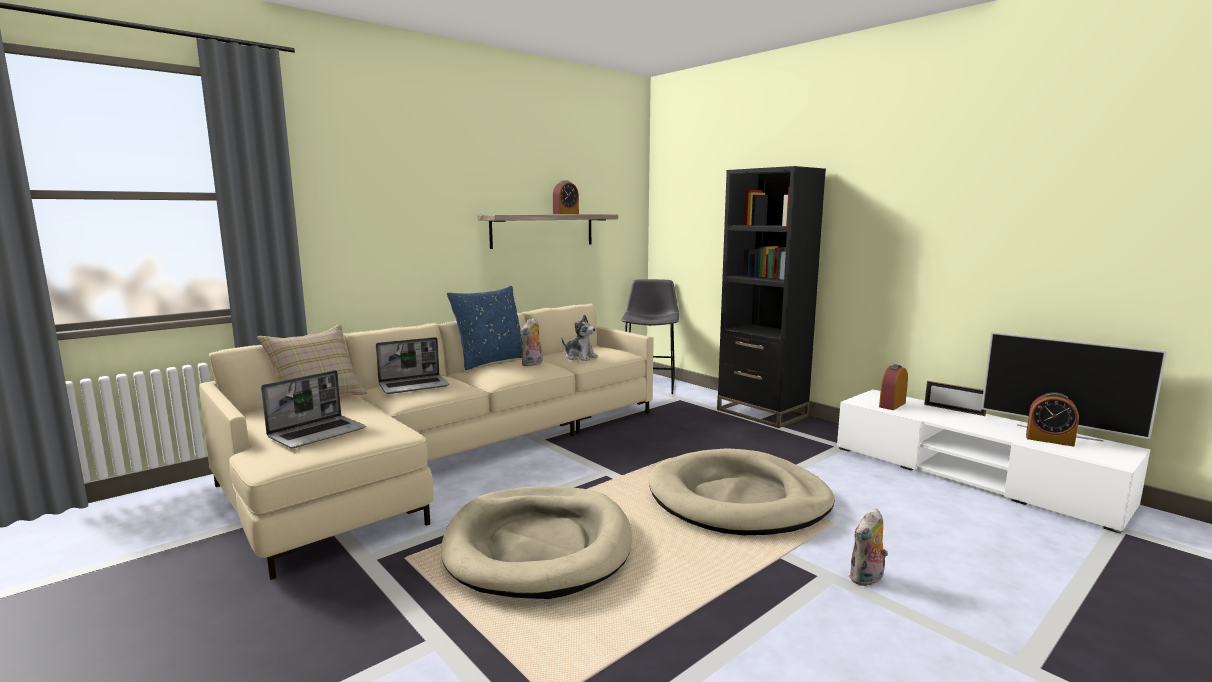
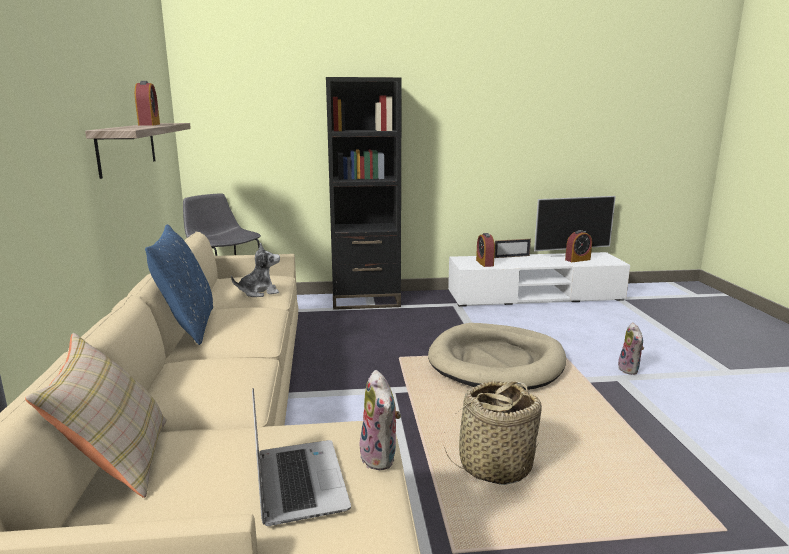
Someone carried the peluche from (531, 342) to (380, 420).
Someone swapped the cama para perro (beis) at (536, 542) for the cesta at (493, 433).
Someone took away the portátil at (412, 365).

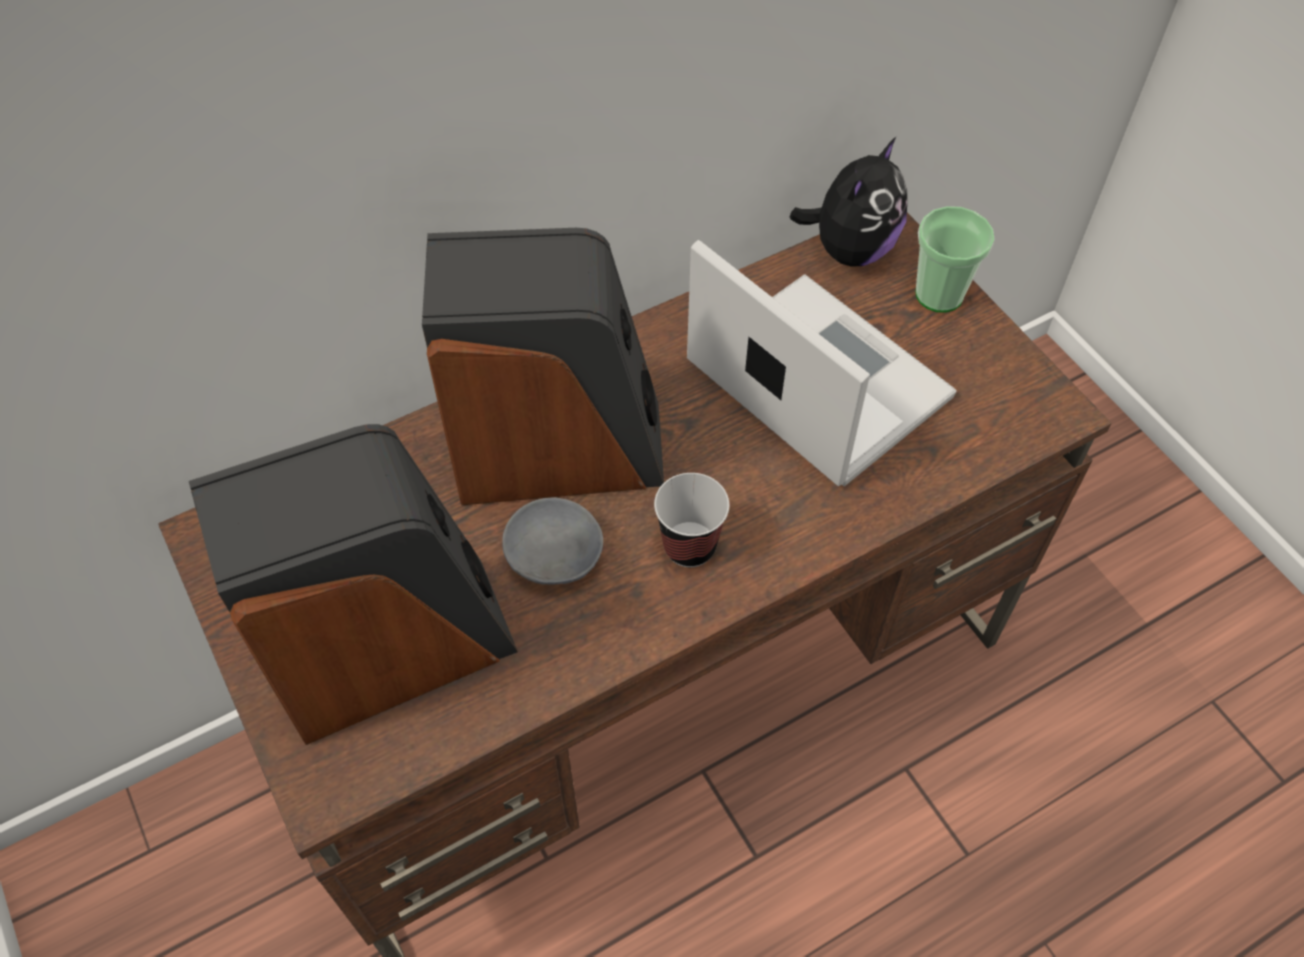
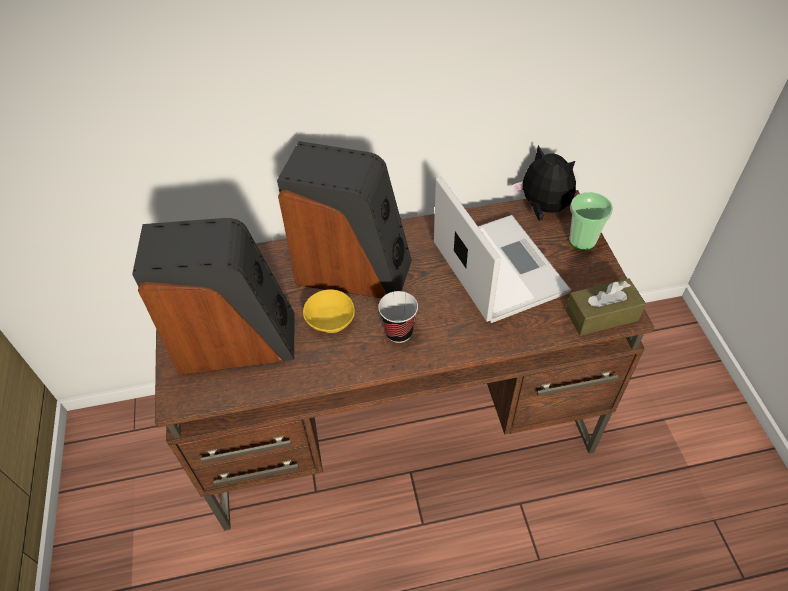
Someone repainted the cuenco (gris) at (552, 541), which became the cuenco (amarillo) at (329, 311).
Someone rotated the peluche at (848, 201) by 105 degrees counterclockwise.
Someone put down the caja de pañuelos (marrón) at (605, 307).

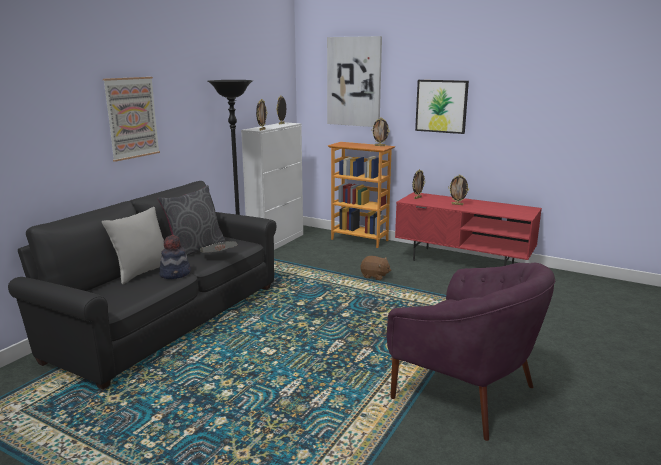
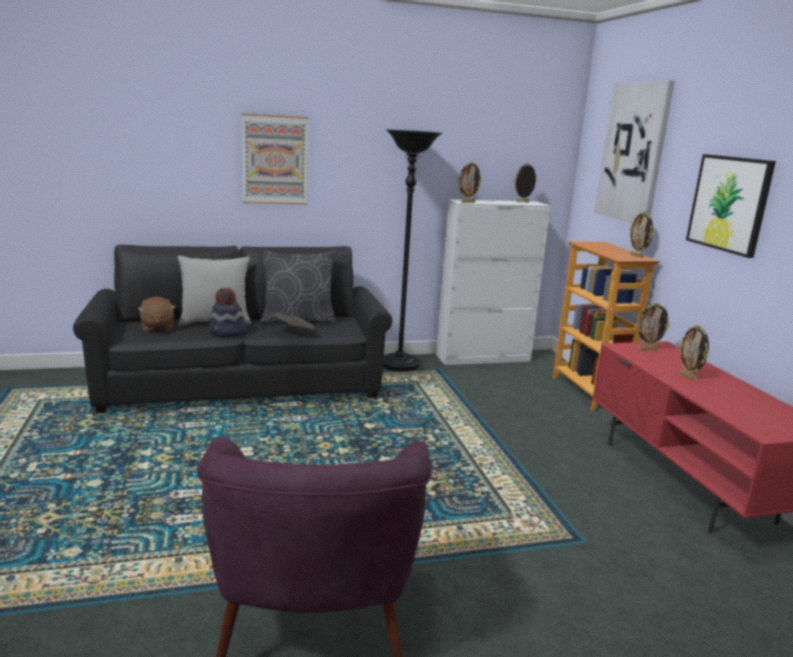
Someone carried the peluche (marrón) from (375, 268) to (156, 315).

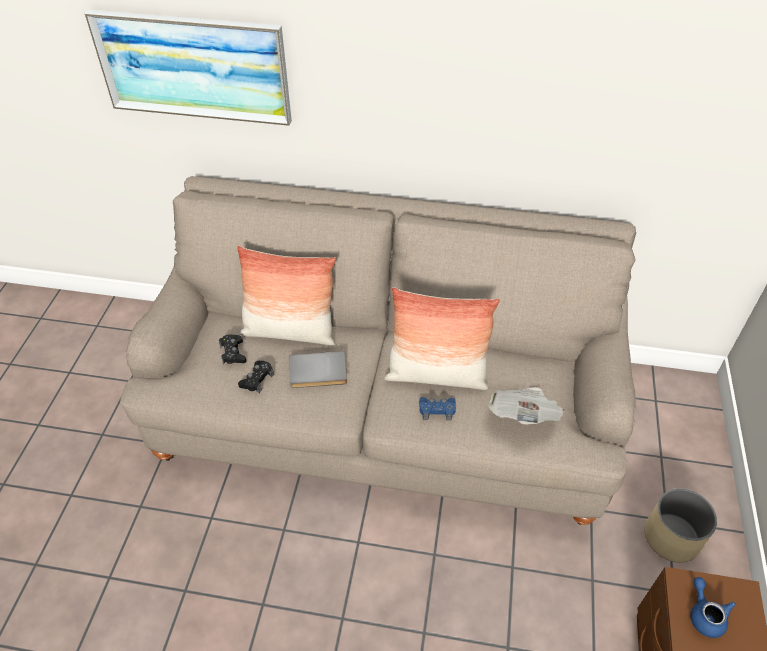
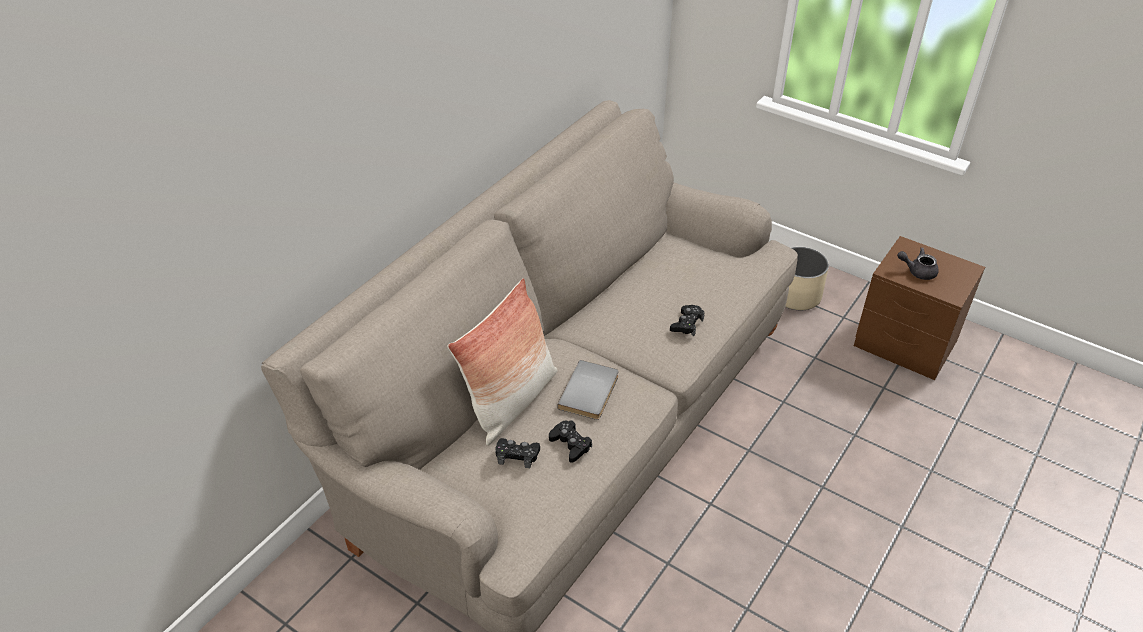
Someone repainted the mando de consola (azul) at (437, 409), which became the mando de consola (negro) at (687, 321).
Someone repainted the tetera (azul) at (712, 607), which became the tetera (gris) at (918, 264).
Someone took away the cuadro at (188, 68).
Someone took away the cojín at (442, 338).
Someone took away the periódico at (526, 406).

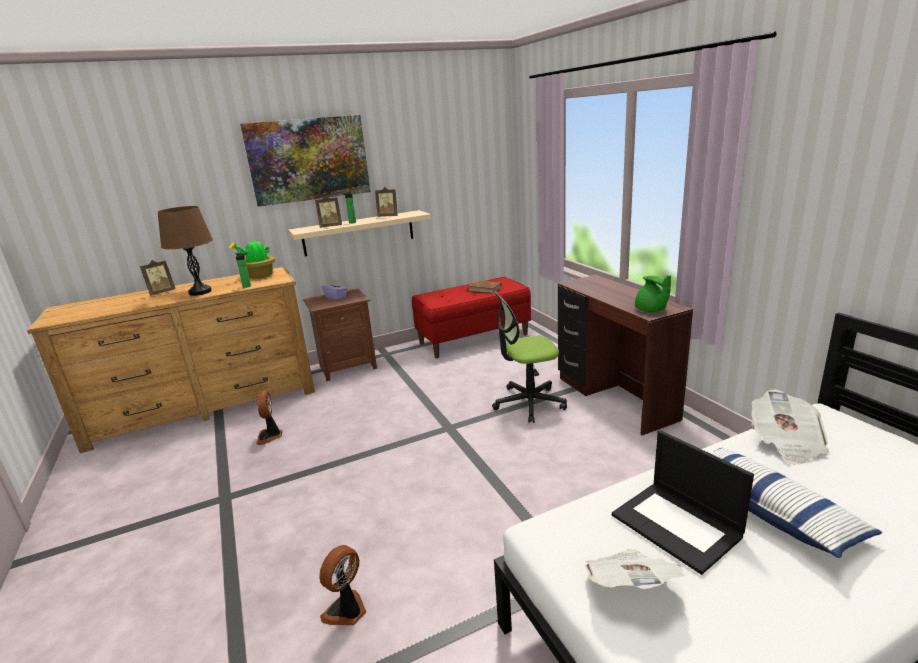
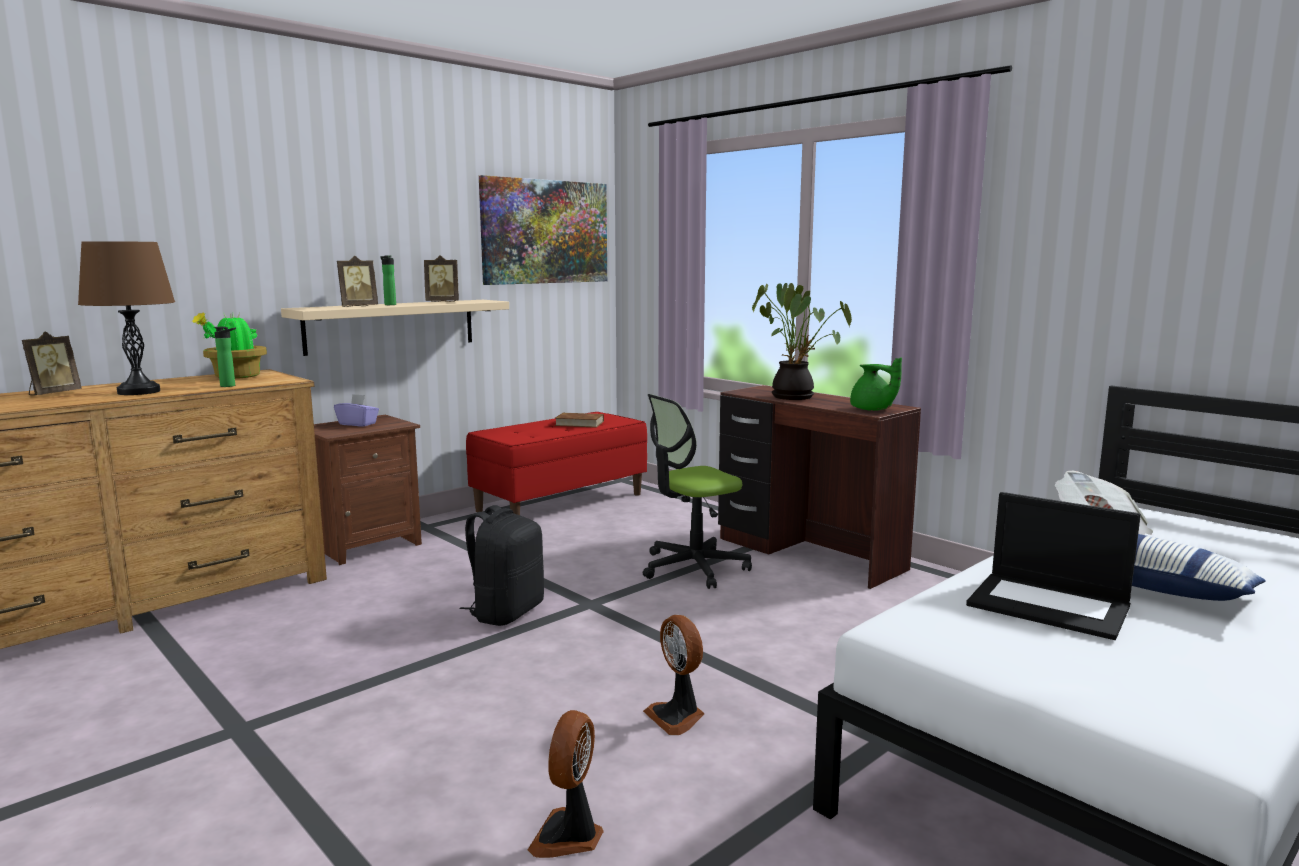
Someone put down the mochila (negro) at (502, 565).
Someone carried the cuadro from (305, 161) to (543, 230).
Someone carried the ventilador from (269, 418) to (673, 675).
Someone put down the planta en maceta at (802, 341).
Someone took away the periódico at (634, 569).

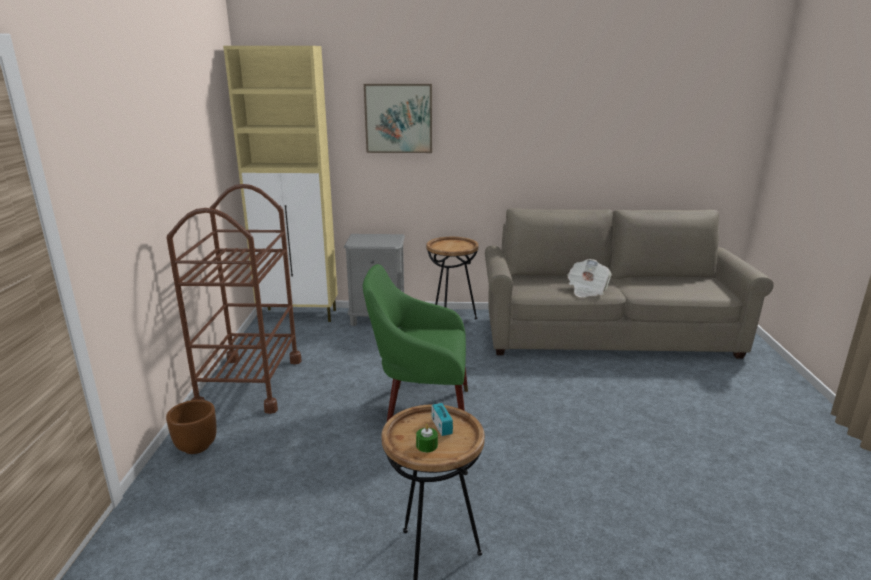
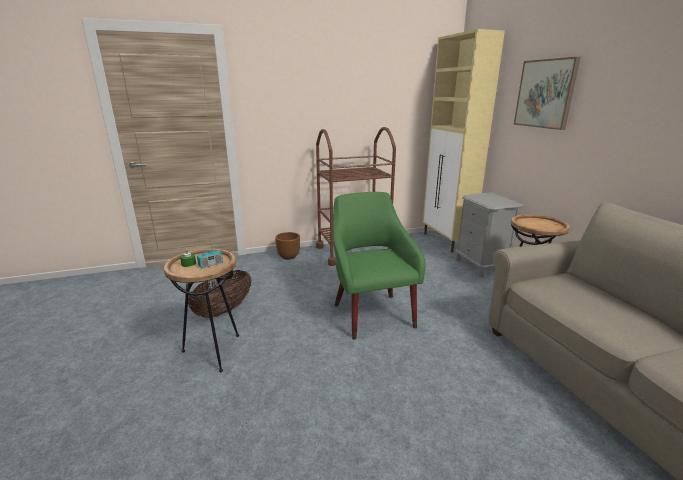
Someone put down the cesta at (220, 294).
Someone took away the periódico at (589, 278).

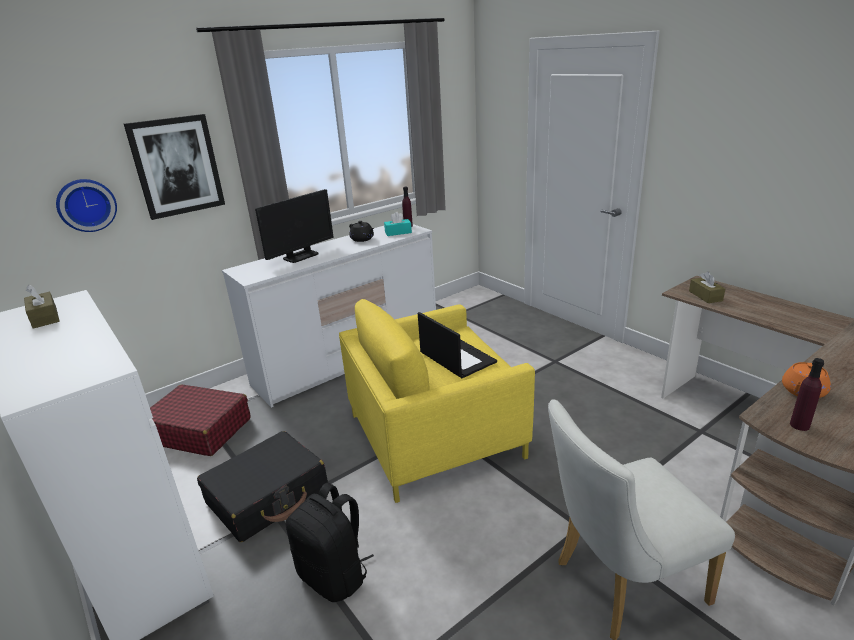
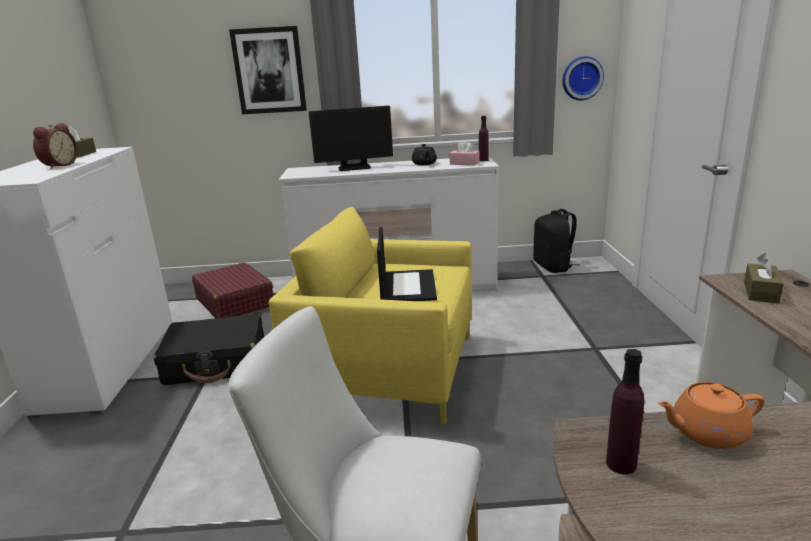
Someone put down the despertador at (55, 146).
Someone repainted the caja de pañuelos (turquesa) at (398, 224), which became the caja de pañuelos (rosa) at (464, 152).
Someone carried the mochila (negro) from (330, 542) to (556, 241).
Someone carried the reloj de pared from (86, 205) to (583, 78).

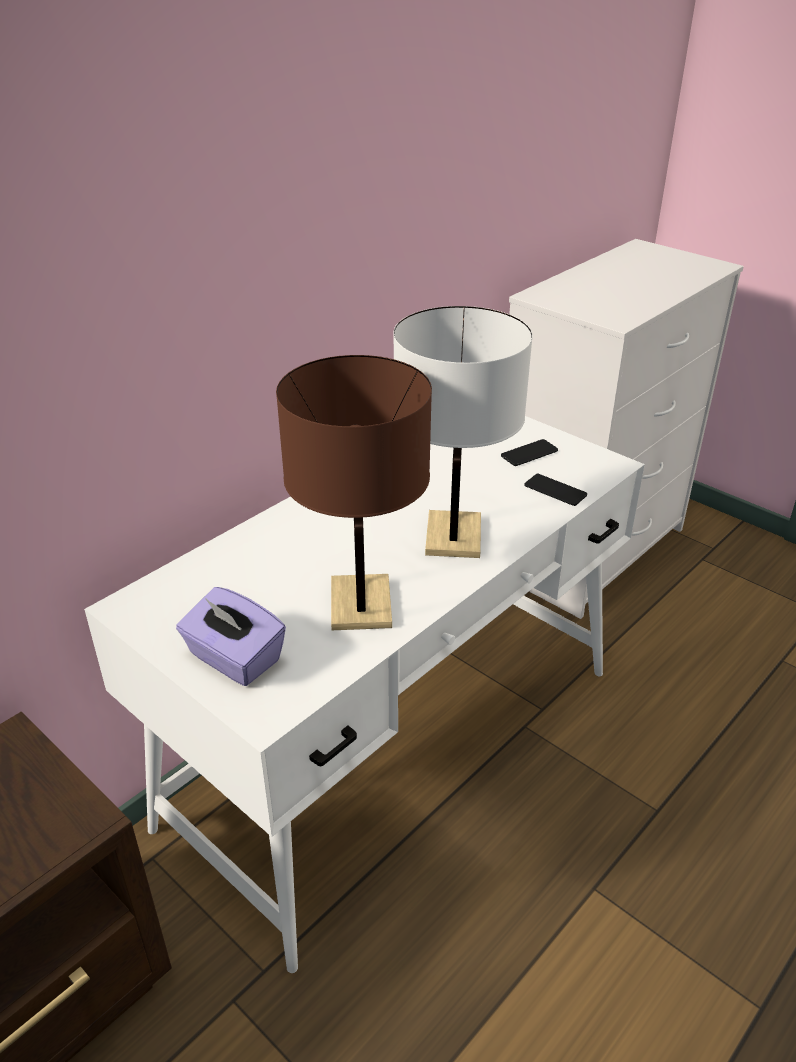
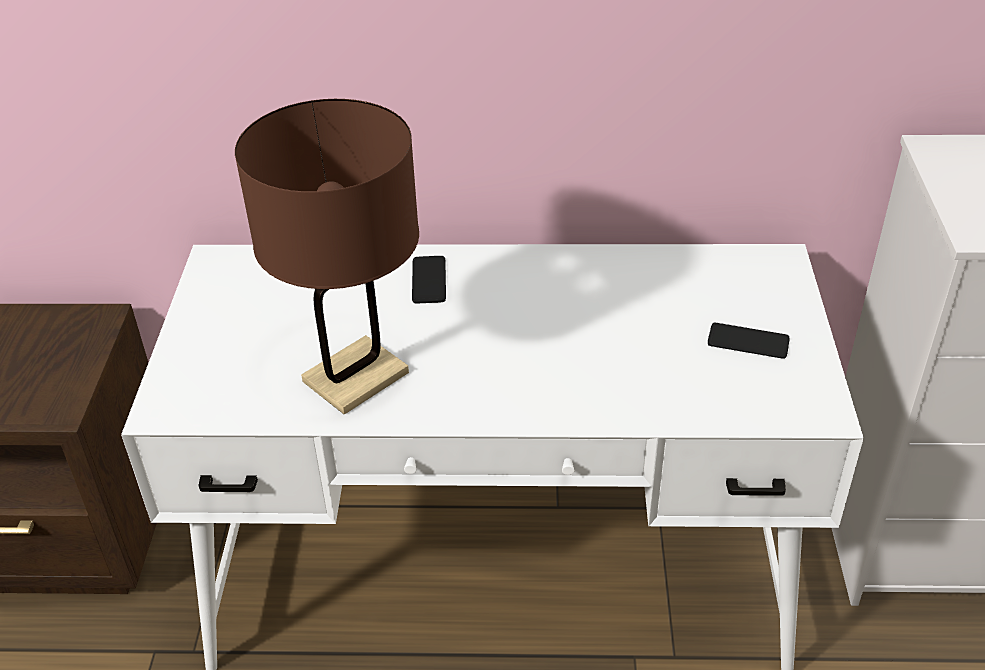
Someone carried the móvil from (555, 490) to (429, 279).
Someone took away the caja de pañuelos (morado) at (231, 636).
Someone took away the lámpara de mesa (blanco) at (462, 432).

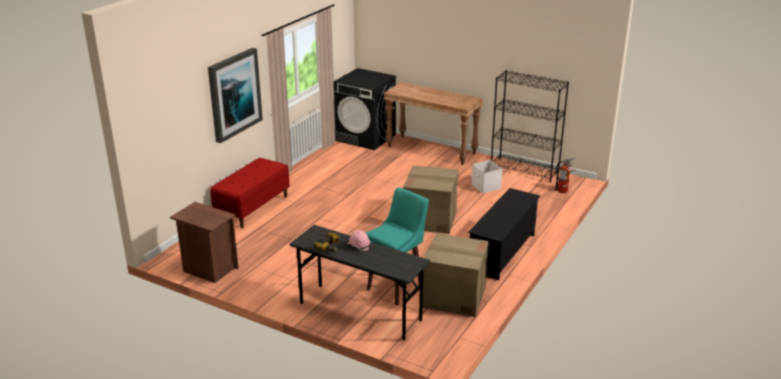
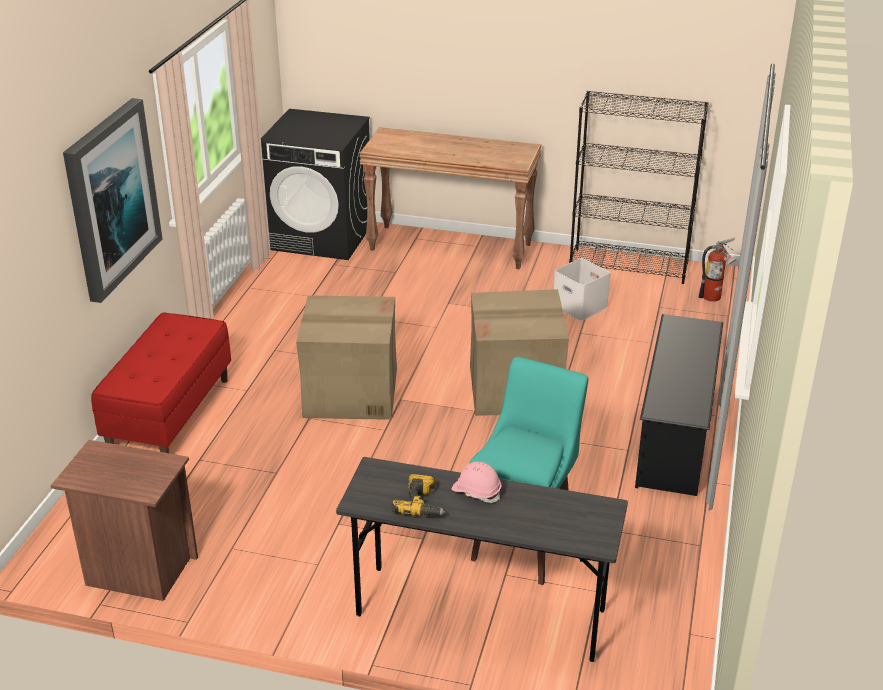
Someone carried the caja de cartón from (455, 275) to (346, 357).

